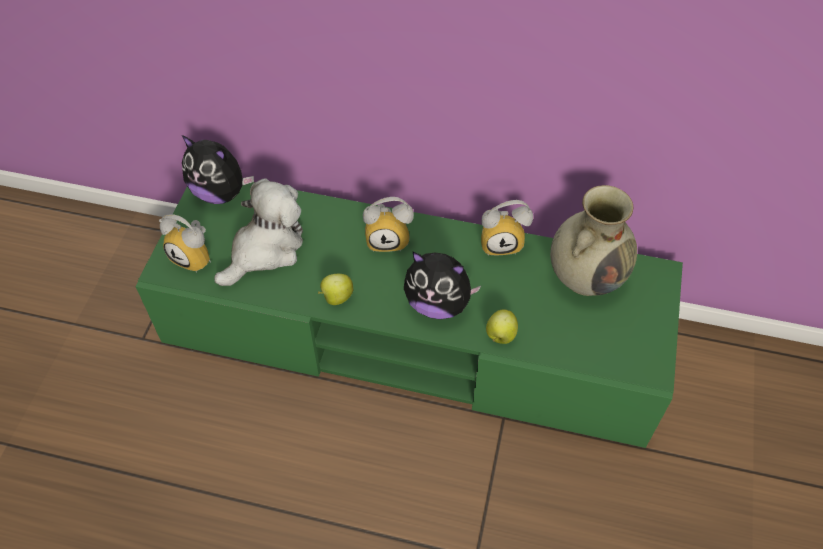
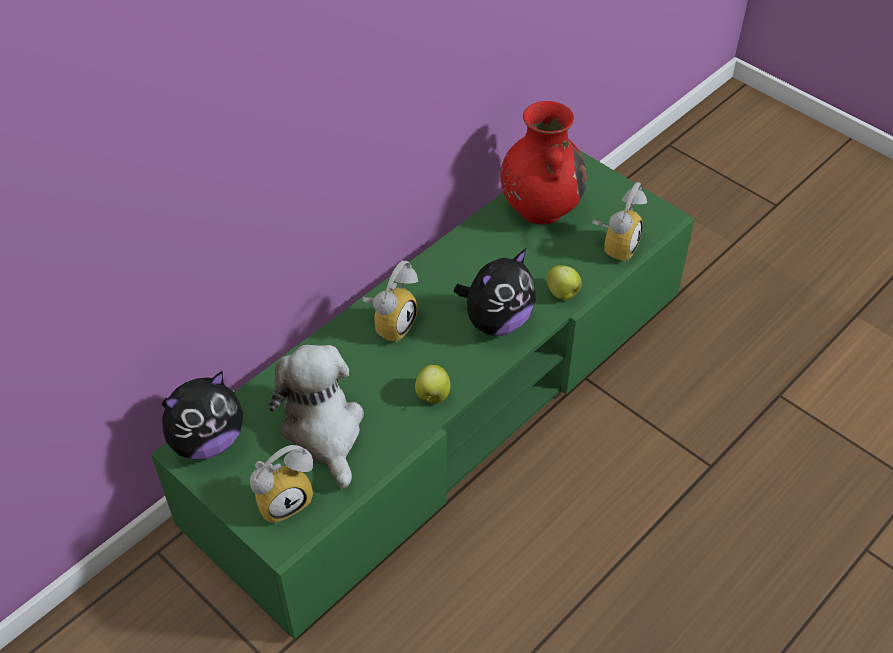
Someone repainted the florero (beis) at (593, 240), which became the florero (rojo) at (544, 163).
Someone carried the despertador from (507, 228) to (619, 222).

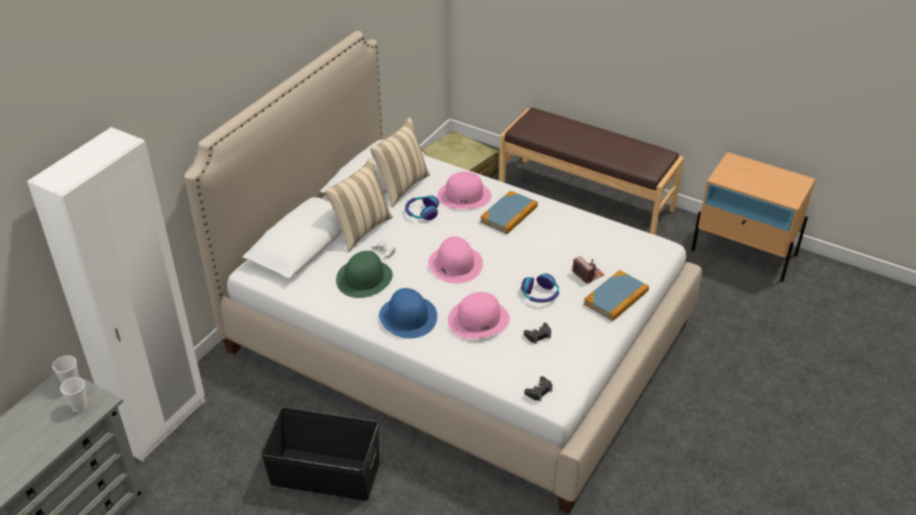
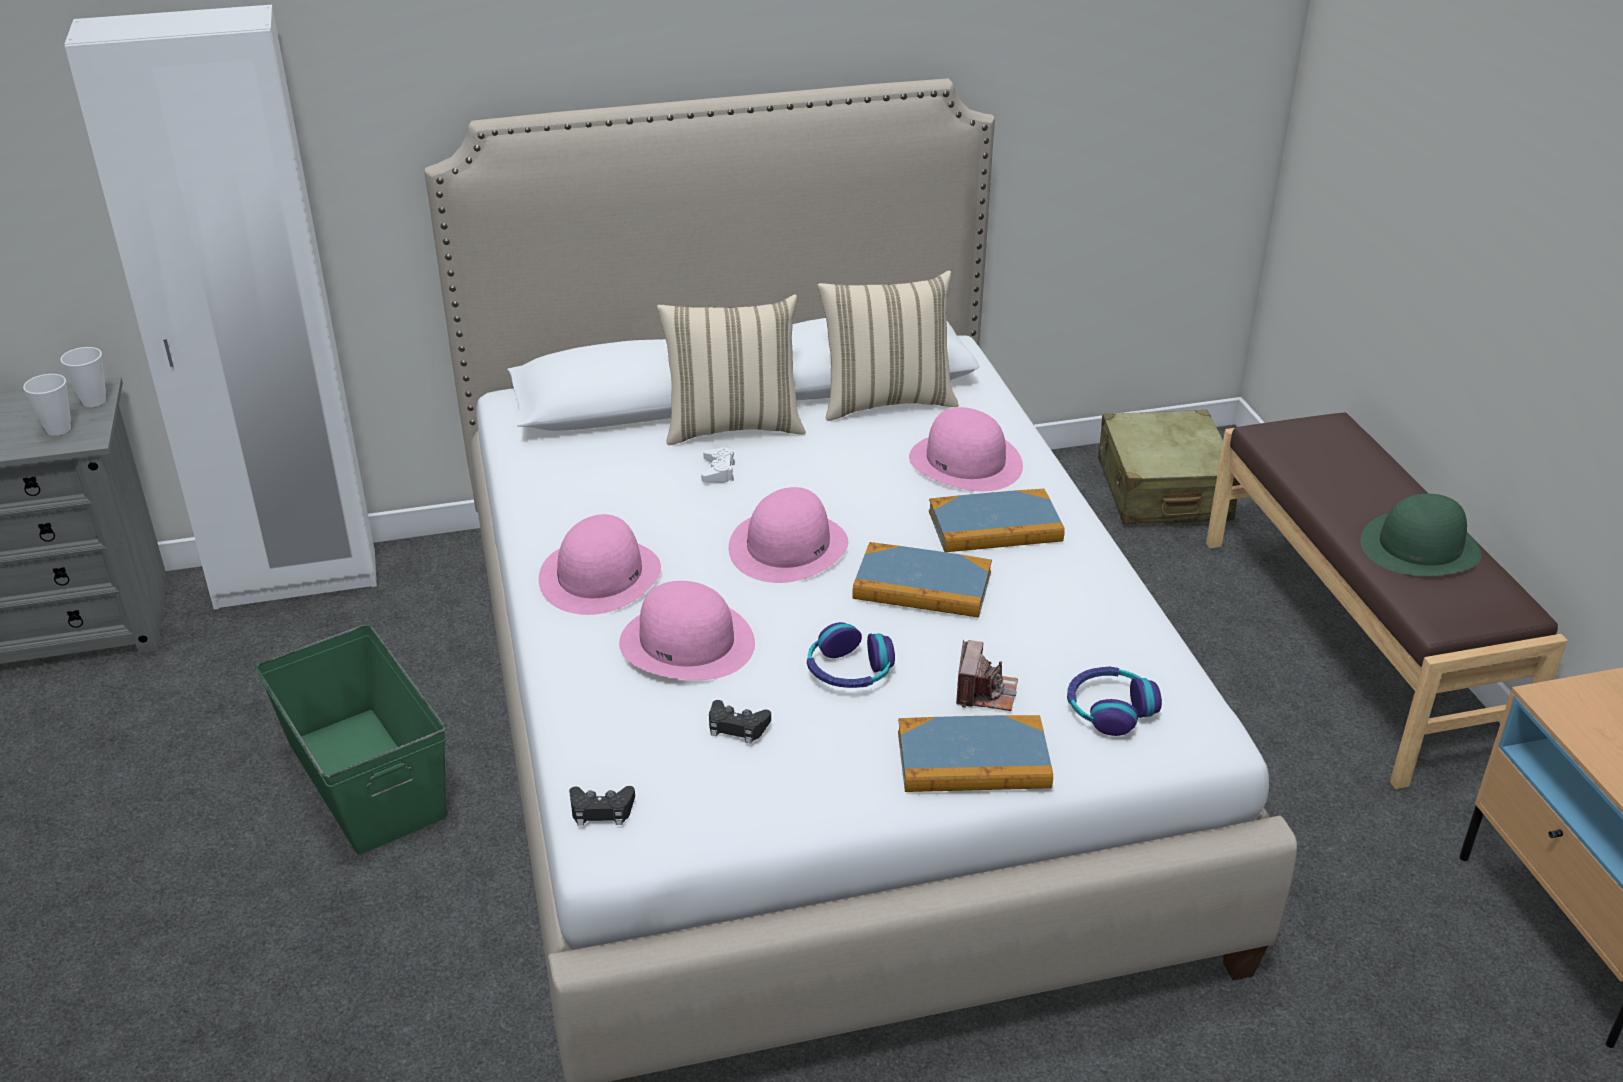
Someone repainted the caja de almacenaje (negro) at (320, 454), which became the caja de almacenaje (verde) at (350, 739).
Someone repainted the sombrero (azul) at (408, 313), which became the sombrero (rosa) at (600, 564).
Someone put down the libro at (922, 580).
Someone carried the auriculares from (422, 207) to (1114, 701).
Someone carried the sombrero (verde) from (364, 274) to (1420, 535).

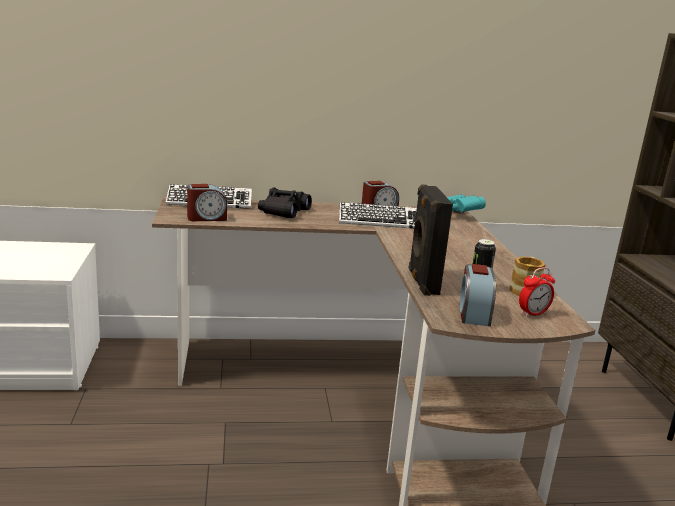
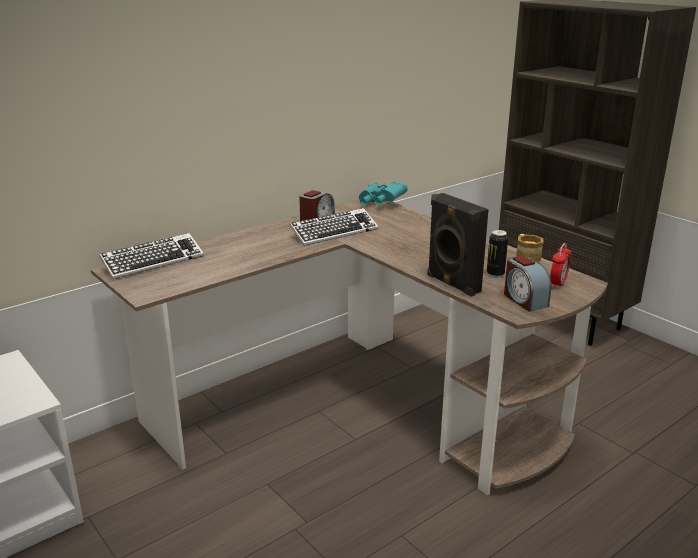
Someone took away the despertador at (207, 202).
Someone took away the prismáticos (negro) at (285, 202).

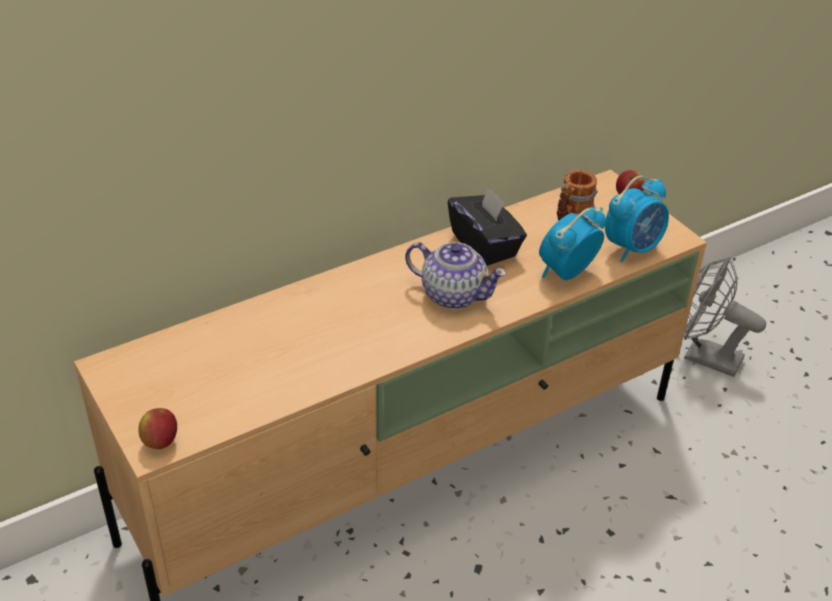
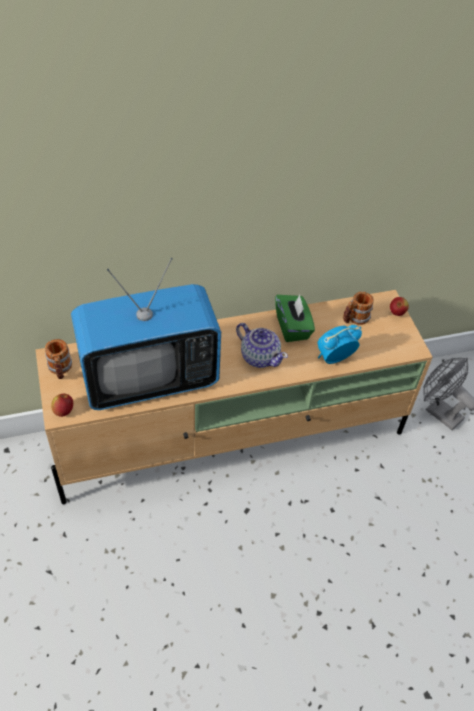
Someone put down the taza grande at (58, 359).
Someone put down the televisor at (146, 334).
Someone repainted the caja de pañuelos (negro) at (487, 226), which became the caja de pañuelos (verde) at (295, 318).
Someone took away the despertador at (637, 219).

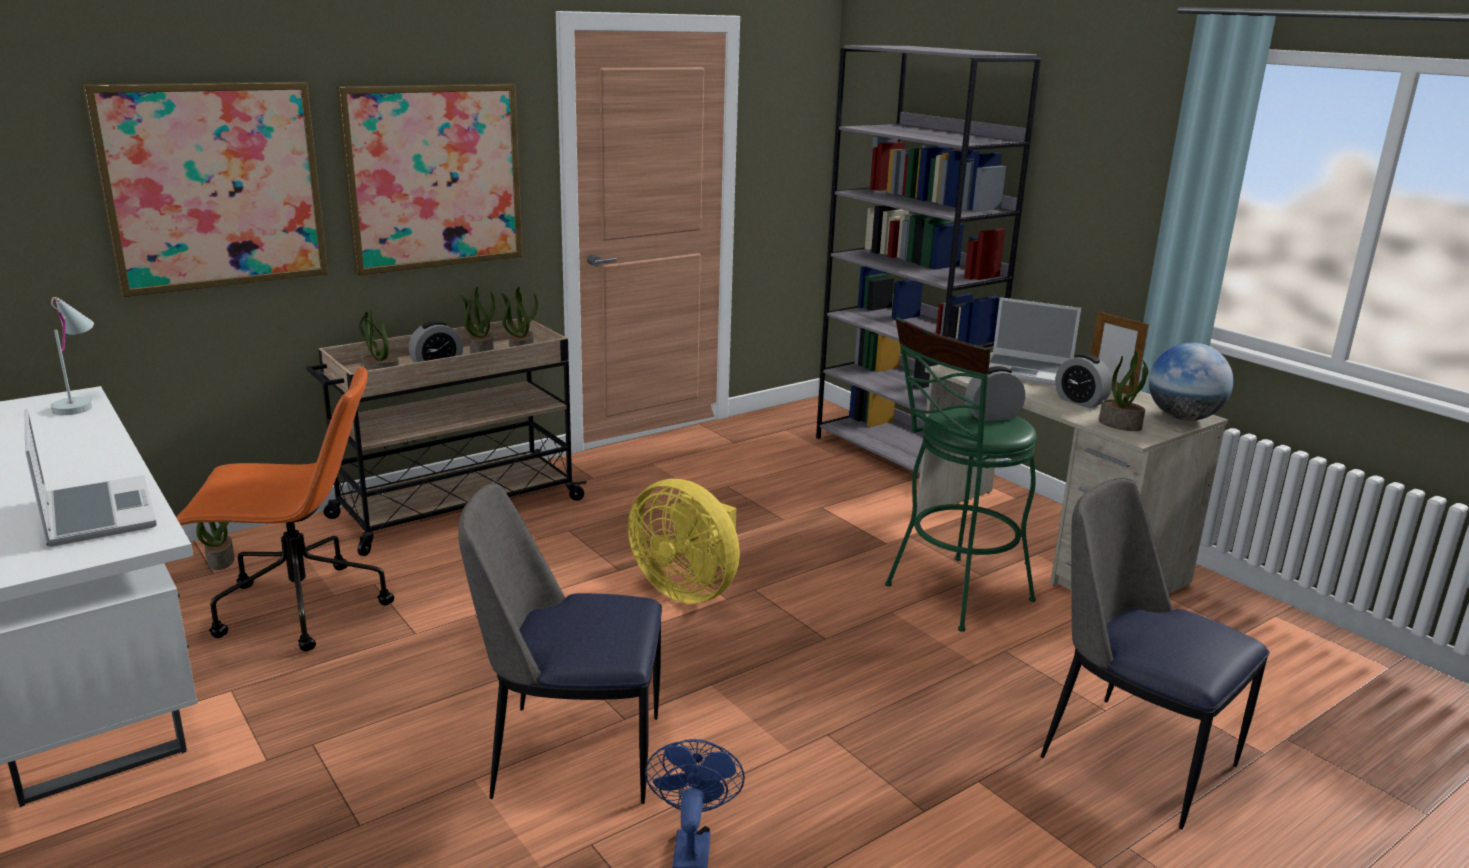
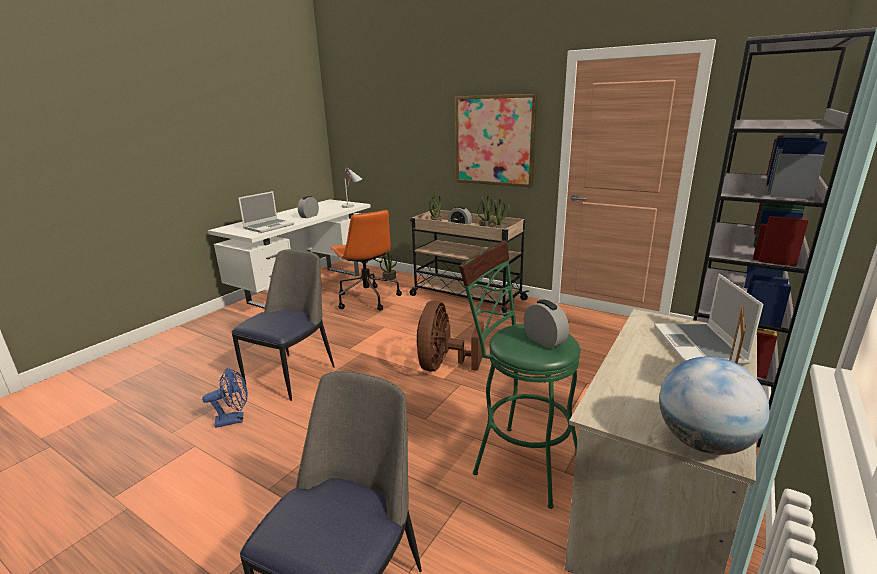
Someone rotated the silla at (560, 644) by 45 degrees clockwise.
Someone carried the despertador from (1083, 380) to (308, 207).
Someone repainted the ventilador (amarillo) at (684, 541), which became the ventilador (marrón) at (450, 336).
Someone took away the cuadro at (205, 189).
Someone took away the planta en maceta at (1123, 390).

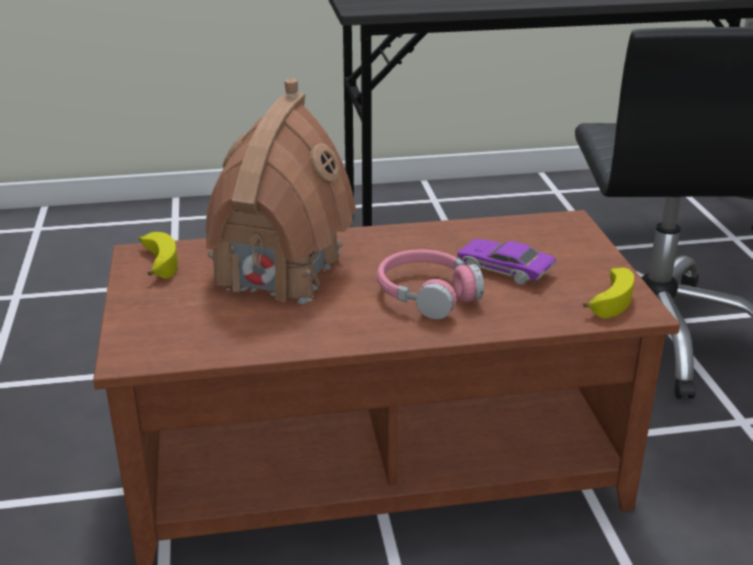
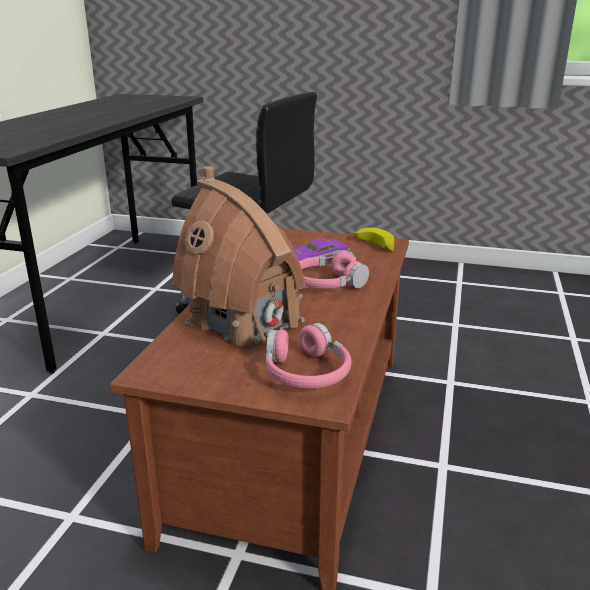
Someone put down the auriculares (rosa) at (308, 355).
Someone took away the plátano at (158, 255).

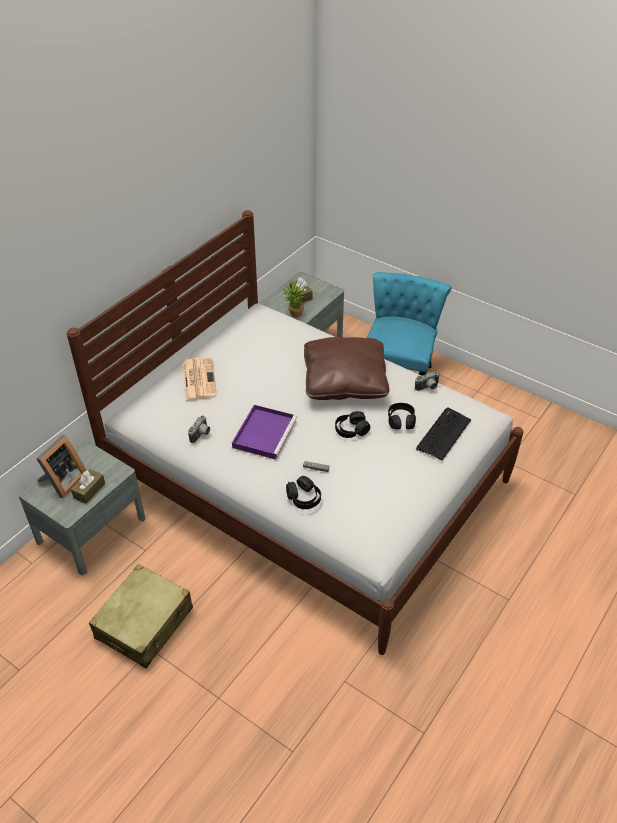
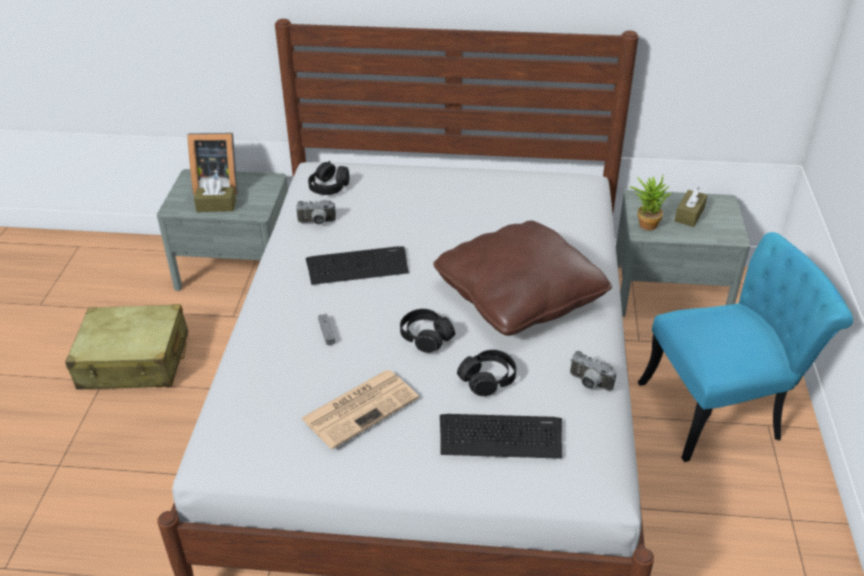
Someone carried the periódico from (200, 378) to (360, 409).
Someone swapped the bandeja (morado) at (264, 432) for the teclado at (357, 265).
Someone carried the auriculares (negro) from (303, 492) to (328, 178).

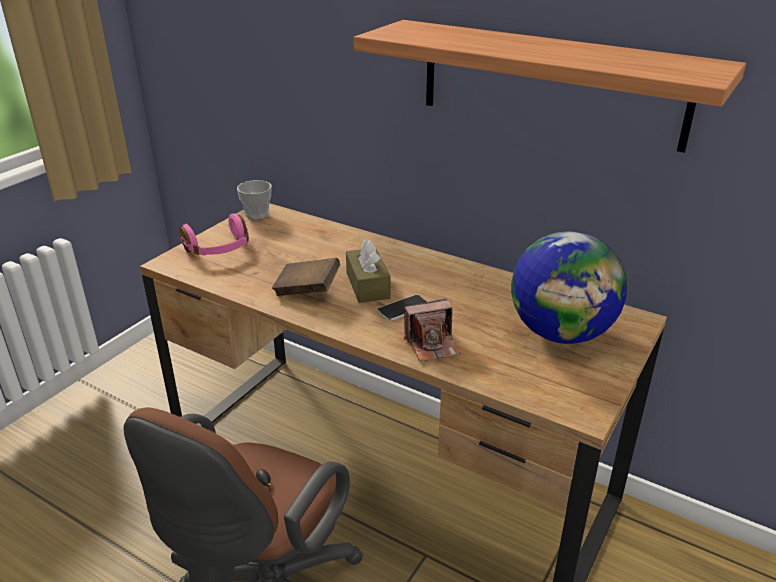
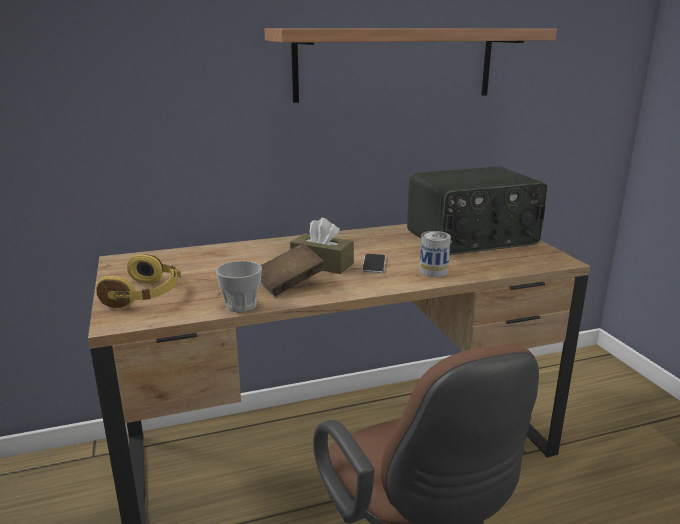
Someone repainted the auriculares (rosa) at (214, 234), which became the auriculares (amarillo) at (138, 281).
Someone carried the taza from (254, 200) to (239, 286).
Someone swapped the globo terráqueo at (569, 287) for the radio at (477, 210).
Someone swapped the cámara at (432, 330) for the lata at (435, 254).

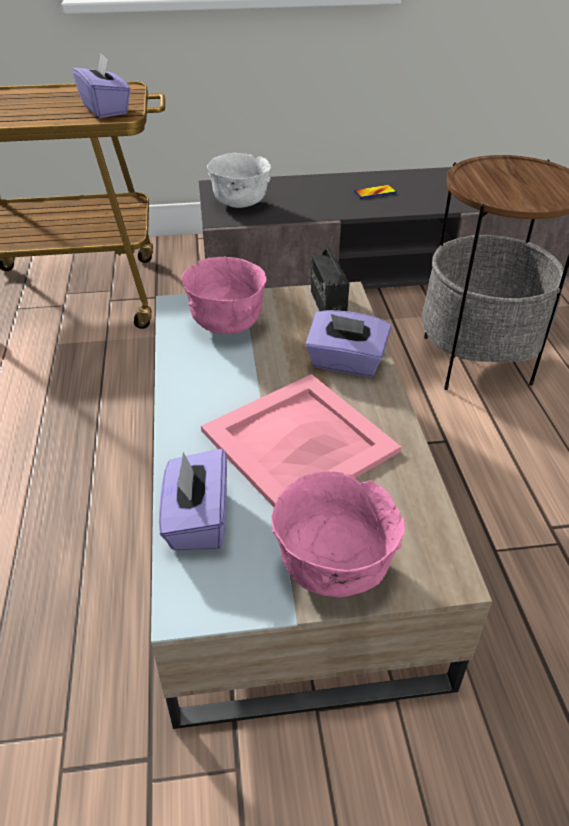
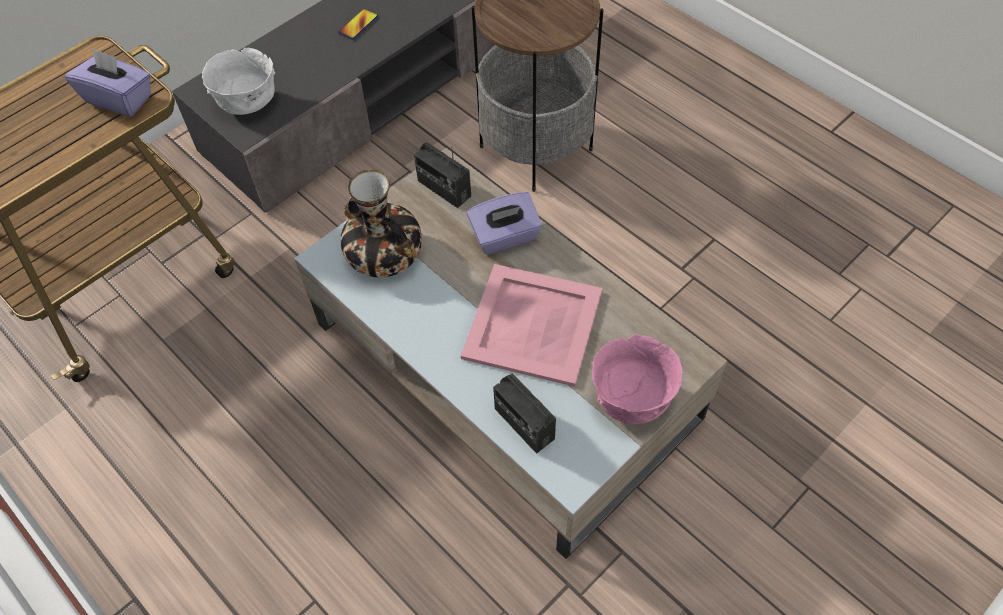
Someone swapped the cuenco (rosa) at (223, 295) for the florero at (381, 223).
Someone swapped the caja de pañuelos (morado) at (193, 499) for the radio at (524, 413).

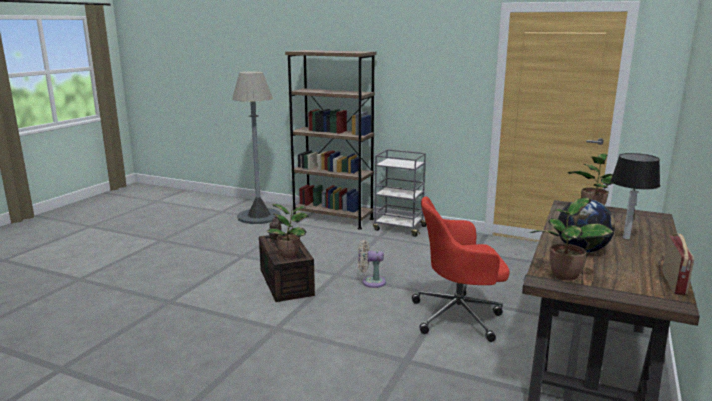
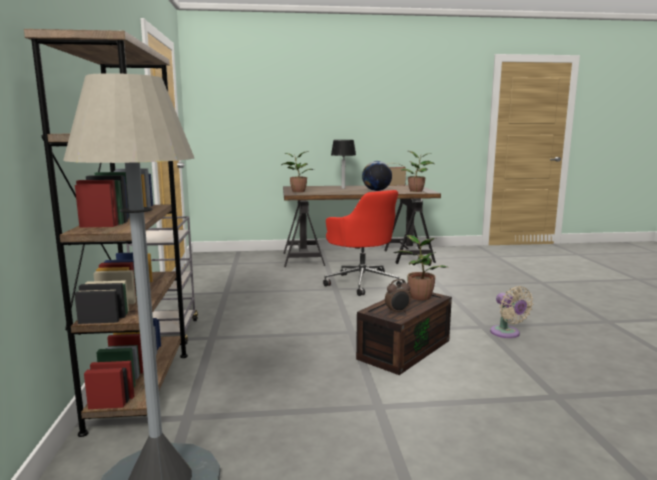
Someone carried the ventilador (beis) from (372, 264) to (511, 312).

